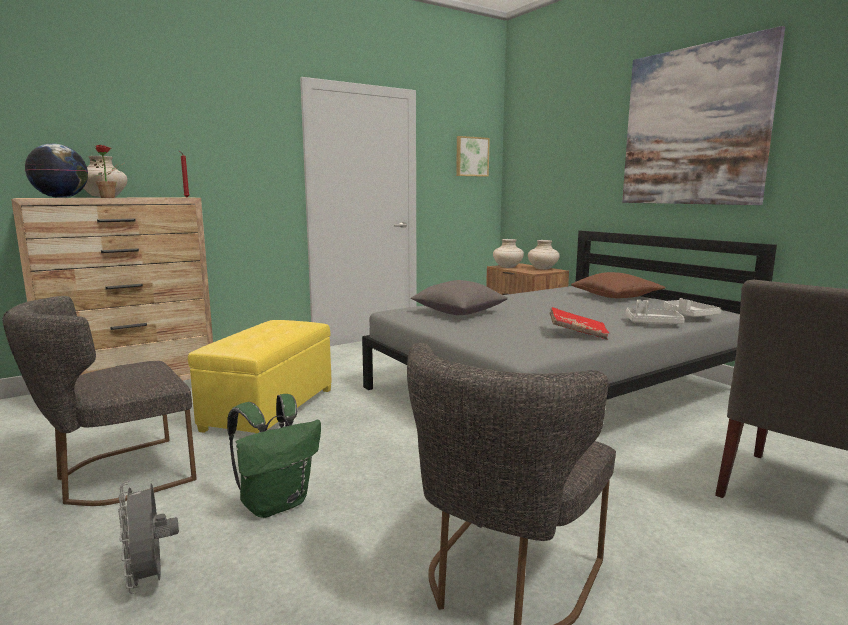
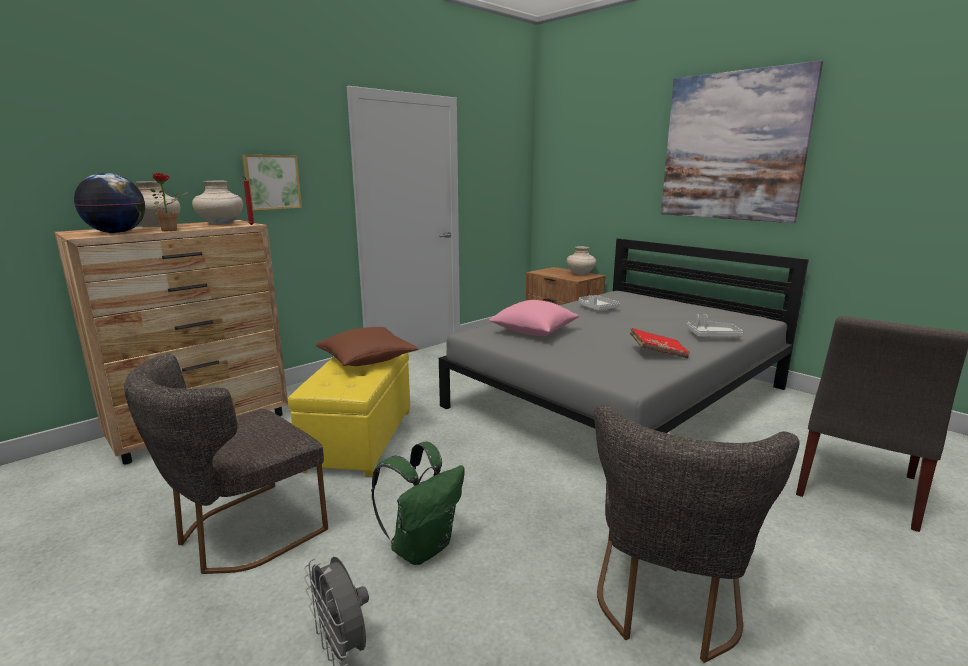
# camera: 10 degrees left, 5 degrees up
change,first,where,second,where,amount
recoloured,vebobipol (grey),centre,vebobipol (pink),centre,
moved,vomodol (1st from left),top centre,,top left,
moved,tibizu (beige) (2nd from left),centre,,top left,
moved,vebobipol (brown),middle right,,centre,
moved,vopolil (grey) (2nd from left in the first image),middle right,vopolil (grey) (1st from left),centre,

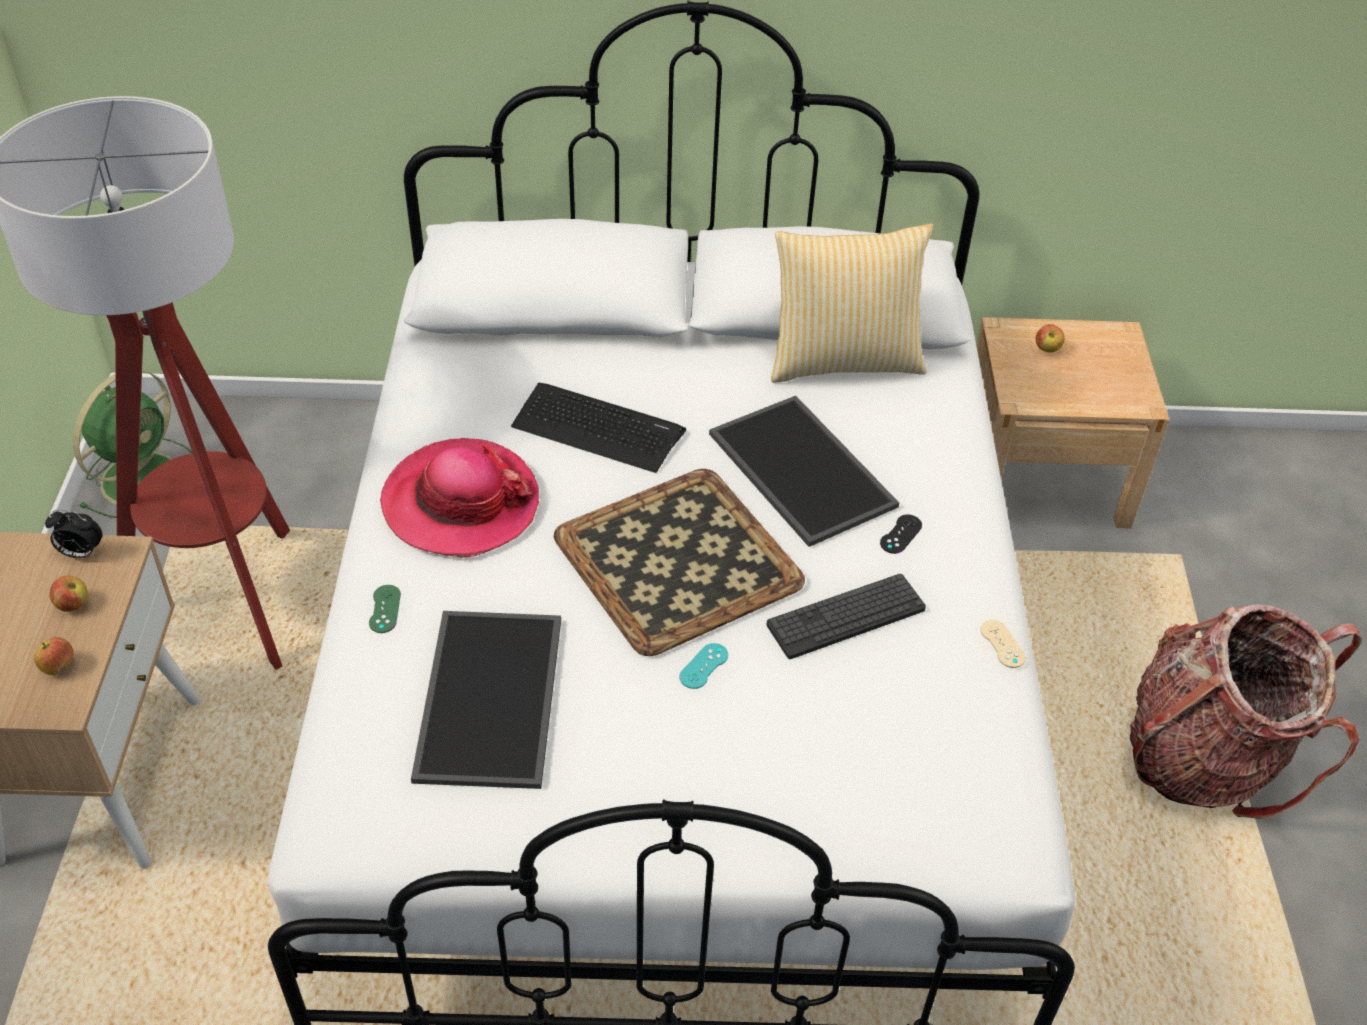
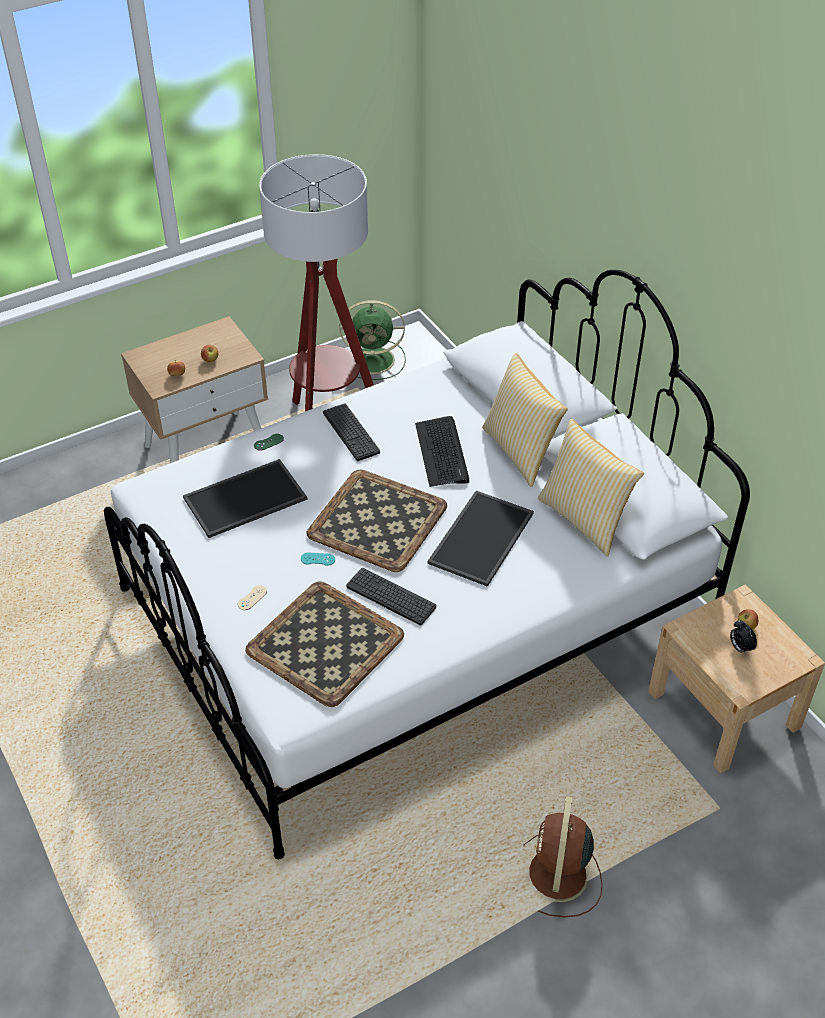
# camera: 60 degrees right, 0 degrees up
change,first,where,second,where,amount
moved,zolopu,middle left,,middle right,
replaced,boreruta,centre,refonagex (1st from left),centre,
removed,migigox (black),centre,,,
moved,migigox (beige),middle right,,middle left,
replaced,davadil,bottom right,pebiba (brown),bottom right,
added,,,vopolil (2nd from left),centre,
added,,,vebobipol (1st from left),centre,

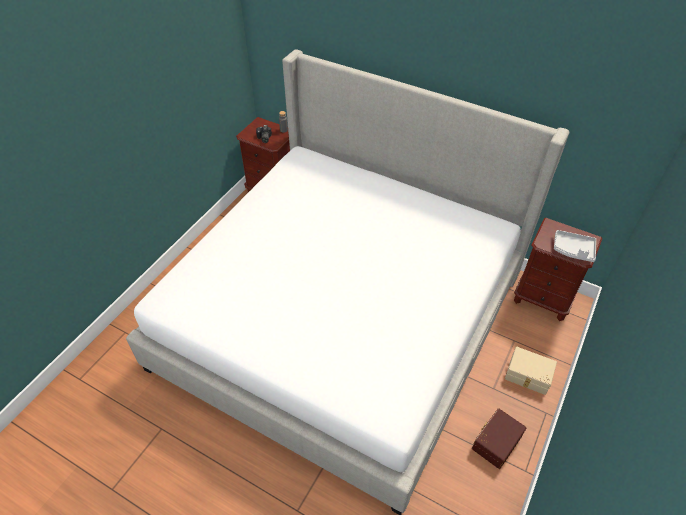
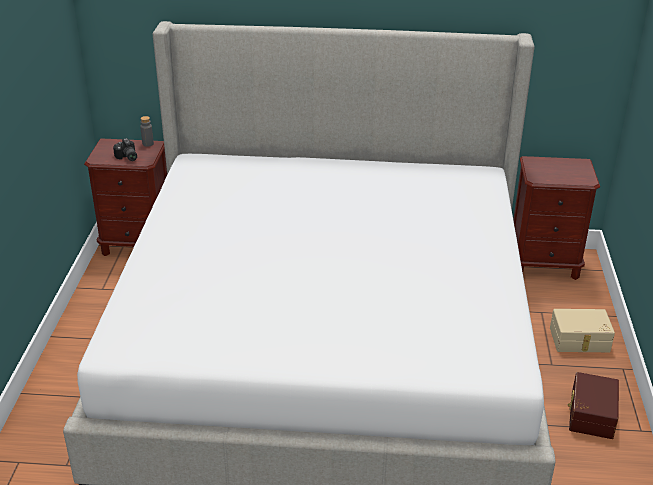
# camera: 25 degrees left, 15 degrees down
change,first,where,second,where,amount
removed,vopolil (grey),middle right,,,

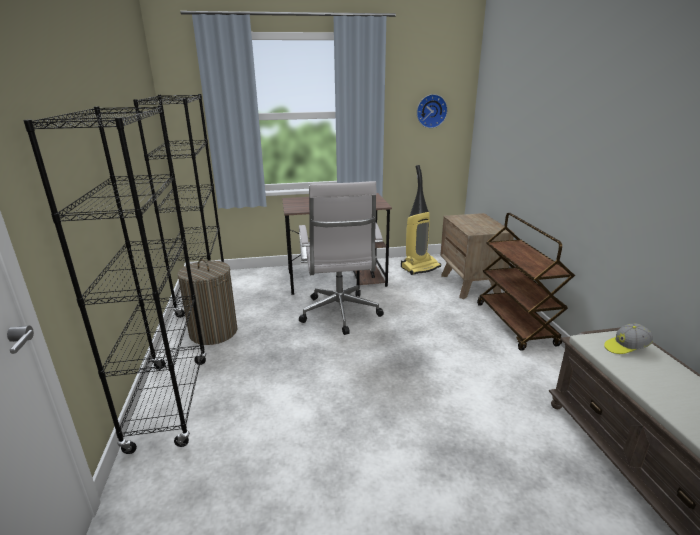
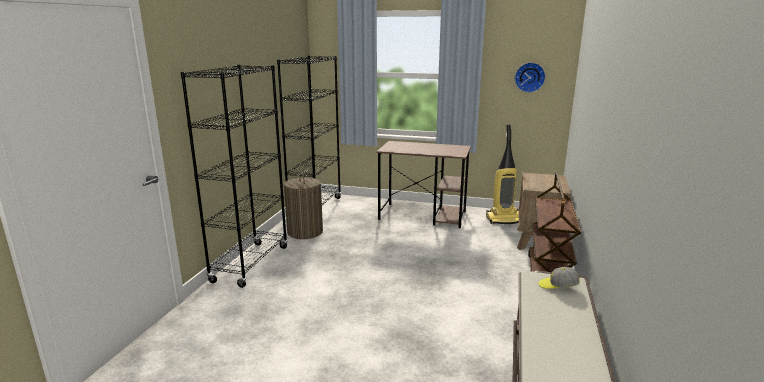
# camera: 25 degrees right, 5 degrees down
change,first,where,second,where,amount
removed,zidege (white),centre,,,

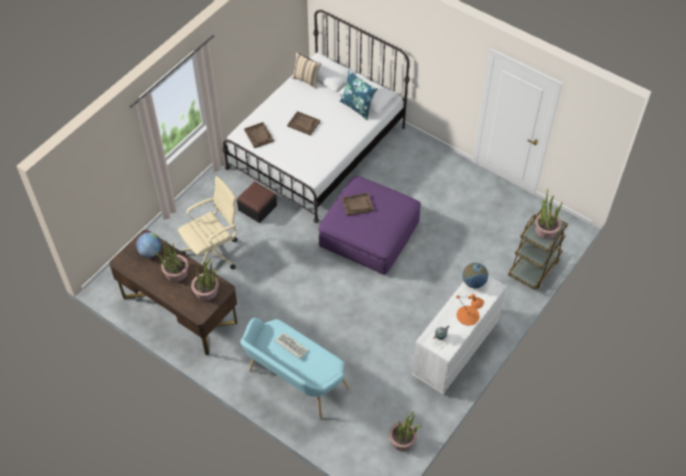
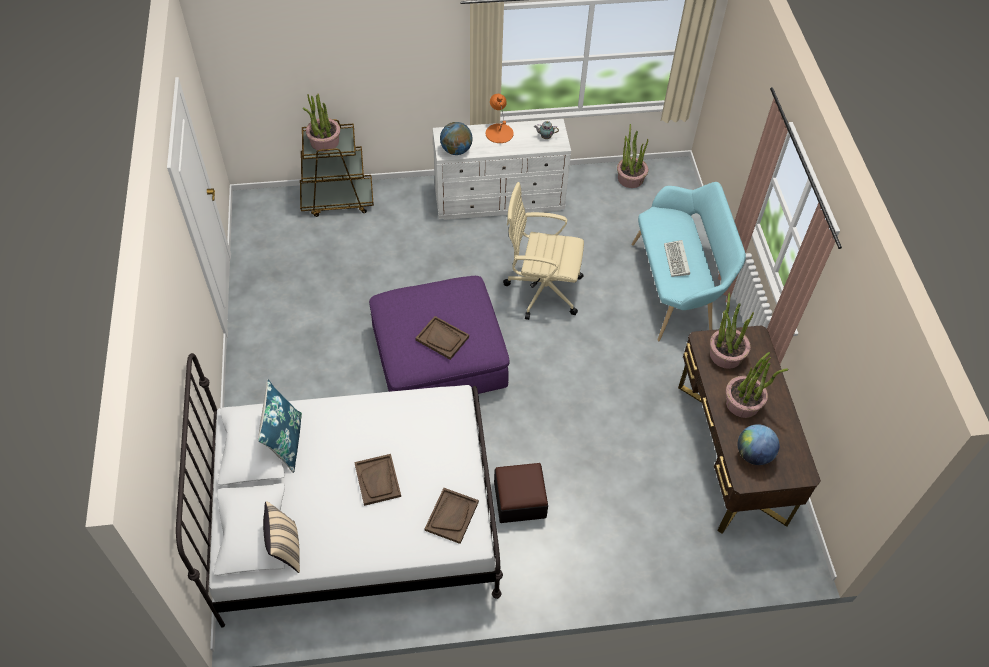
# camera: 135 degrees left, 0 degrees up
change,first,where,second,where,amount
moved,zidege (beige),middle left,,centre,

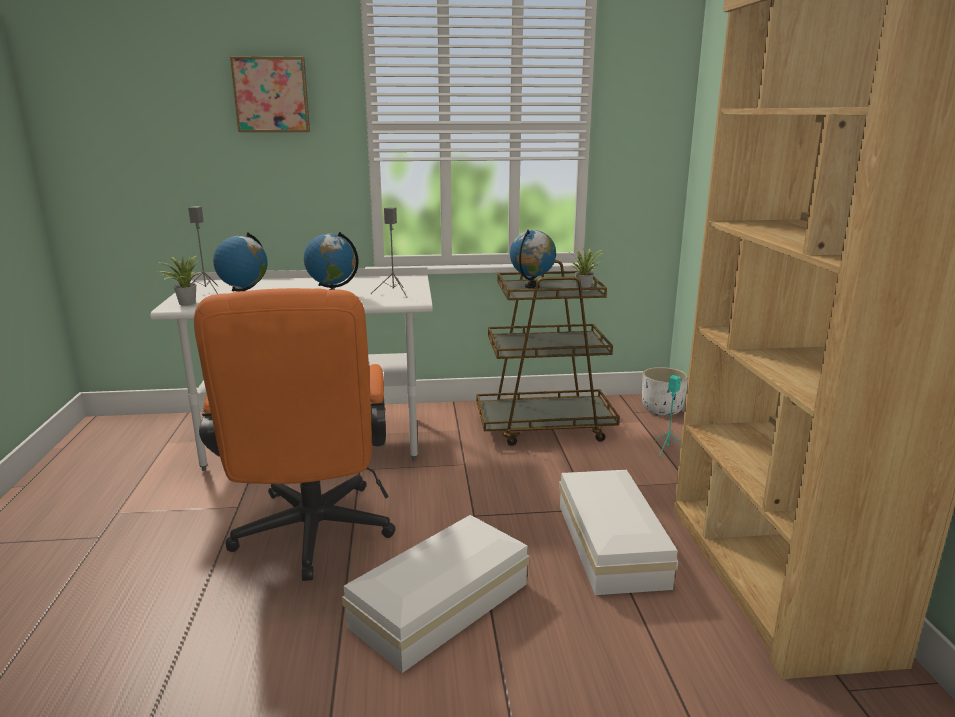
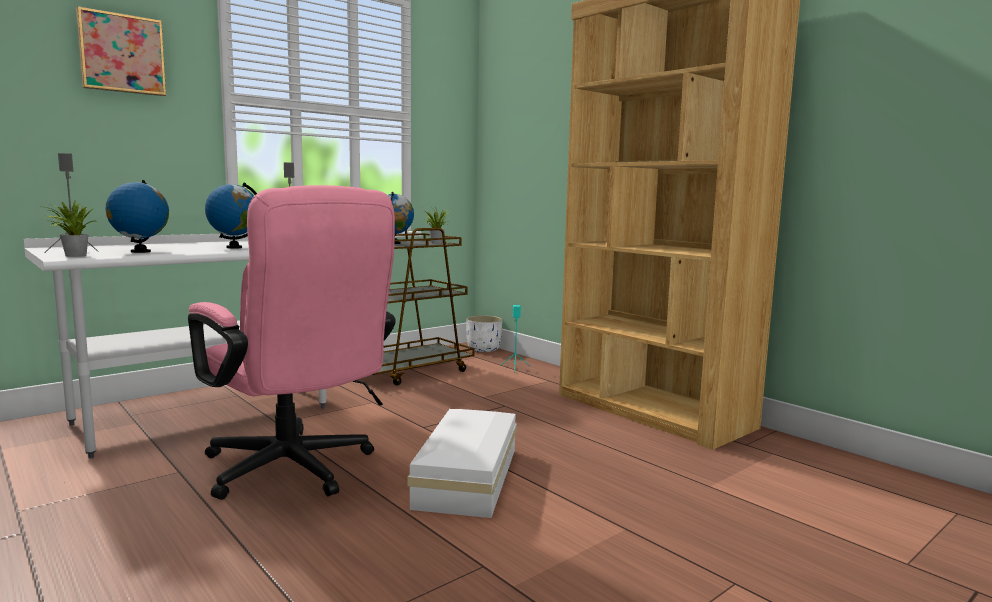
# camera: 35 degrees left, 10 degrees down
change,first,where,second,where,amount
recoloured,zidege (orange),middle left,zidege (pink),middle left,
removed,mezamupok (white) (2nd from left),bottom centre,,,

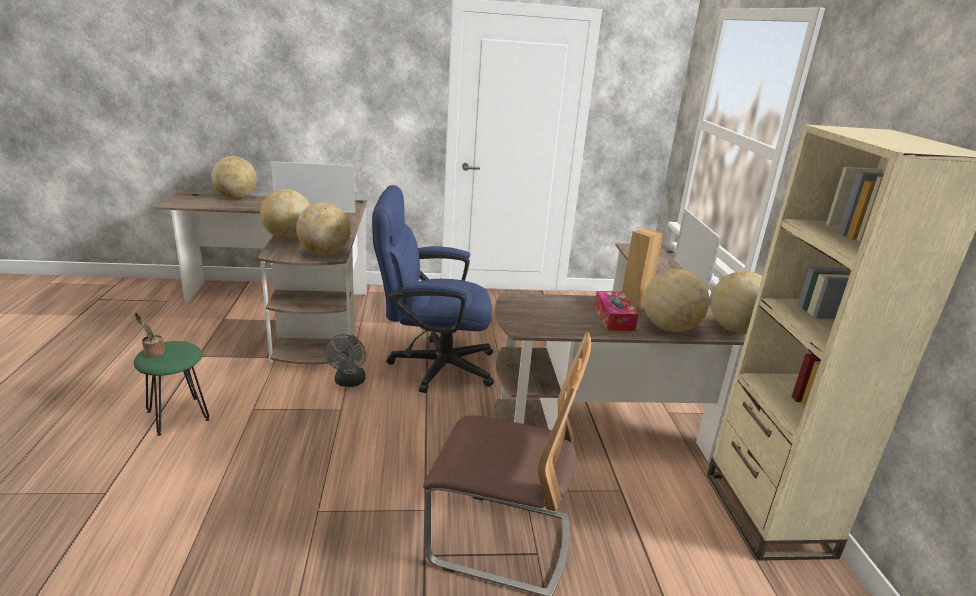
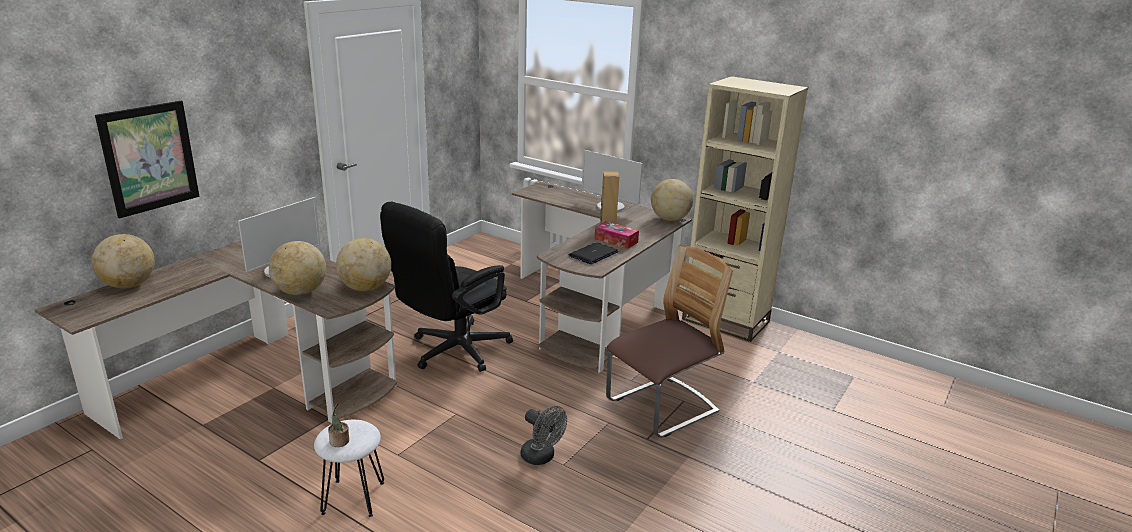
# camera: 50 degrees left, 0 degrees up
change,first,where,second,where,amount
recoloured,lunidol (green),middle left,lunidol (white),bottom left,
moved,pebiba (grey),centre,,bottom centre,
recoloured,zidege (blue),centre,zidege (black),centre,
removed,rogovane (4th from left),middle right,,,
added,,,vomodol,top left,
added,,,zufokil,centre,

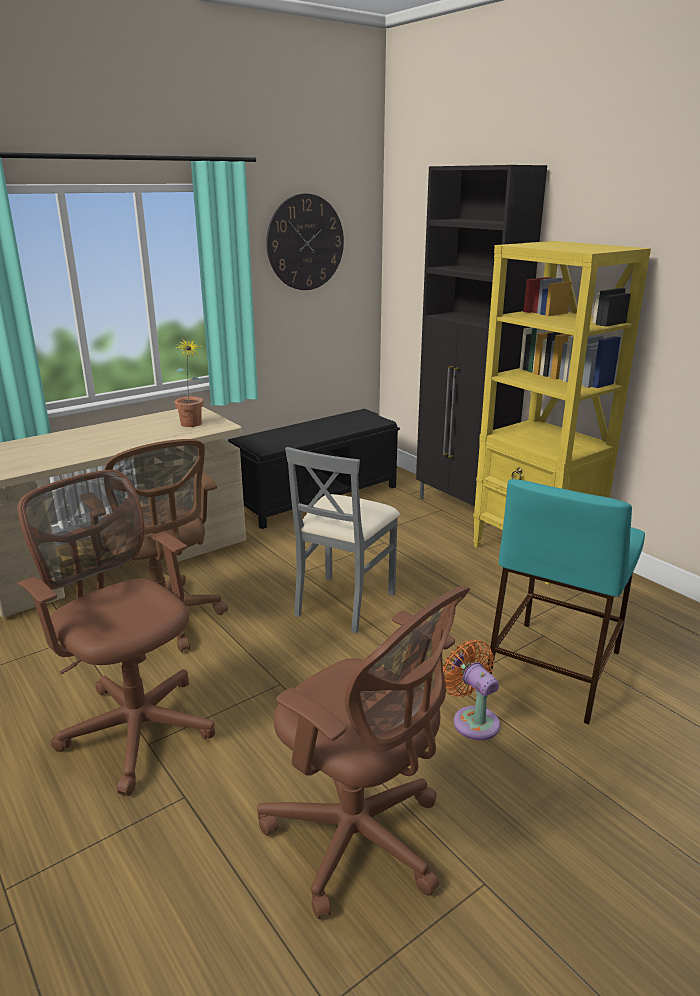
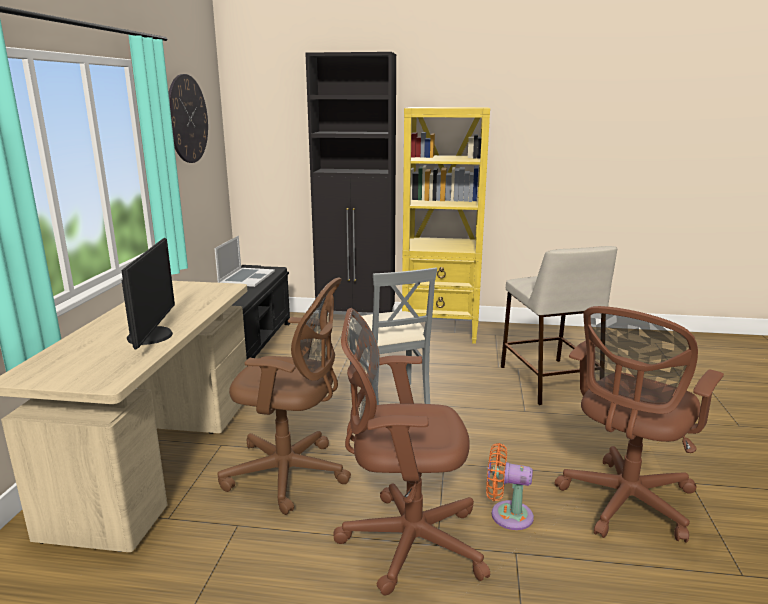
# camera: 45 degrees left, 5 degrees down
change,first,where,second,where,amount
removed,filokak,middle left,,,
turned,zidege (brown) (3rd from left),bottom centre,,bottom right,135 degrees clockwise
moved,pebiba (orange),bottom right,,bottom centre,
recoloured,lunidol (turquoise),middle right,lunidol (beige),middle right,
added,,,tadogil,middle left,
added,,,zufokil,middle left,

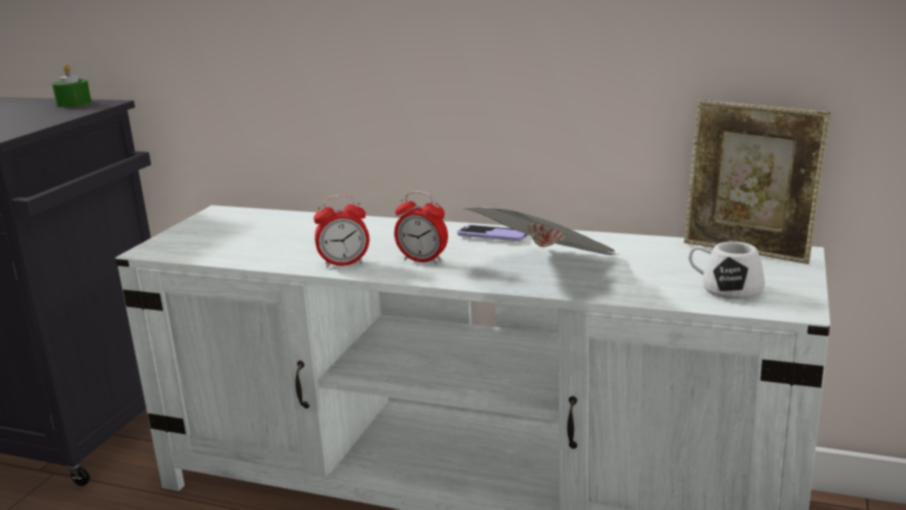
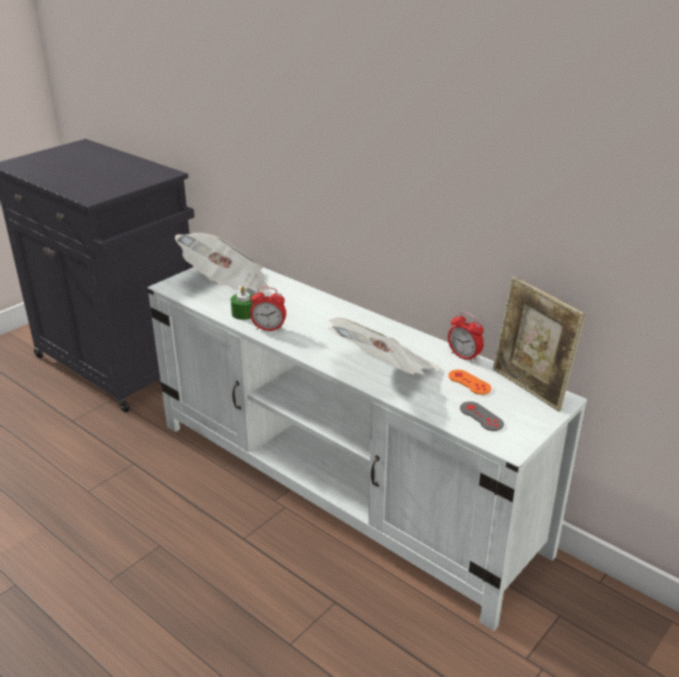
# camera: 20 degrees right, 10 degrees up
change,first,where,second,where,amount
moved,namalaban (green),top left,,centre,
moved,zolopu (2nd from left),centre,,middle right,
removed,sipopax,centre,,,
replaced,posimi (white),middle right,migigox (grey),middle right,
added,,,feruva (1st from left),middle left,
added,,,migigox (orange),middle right,

